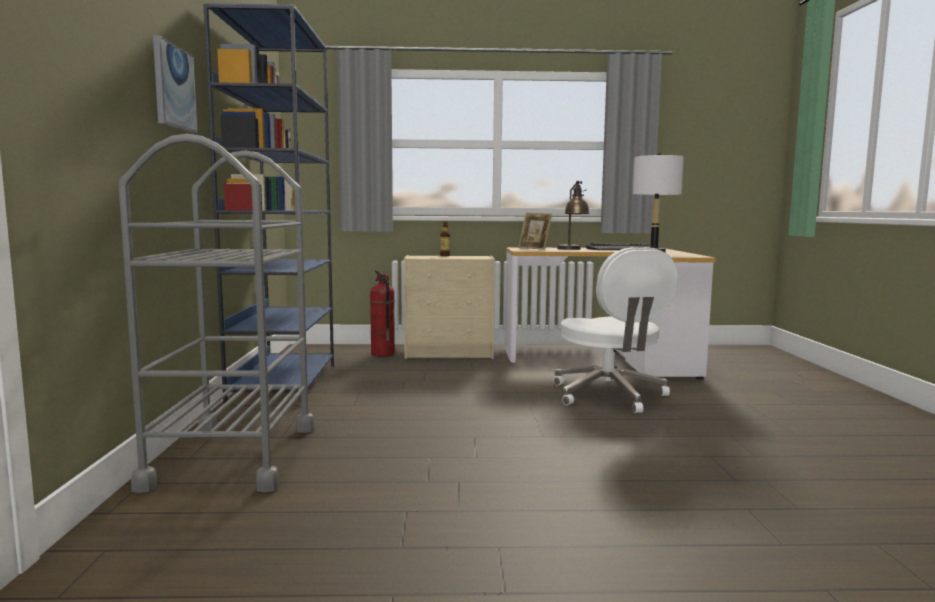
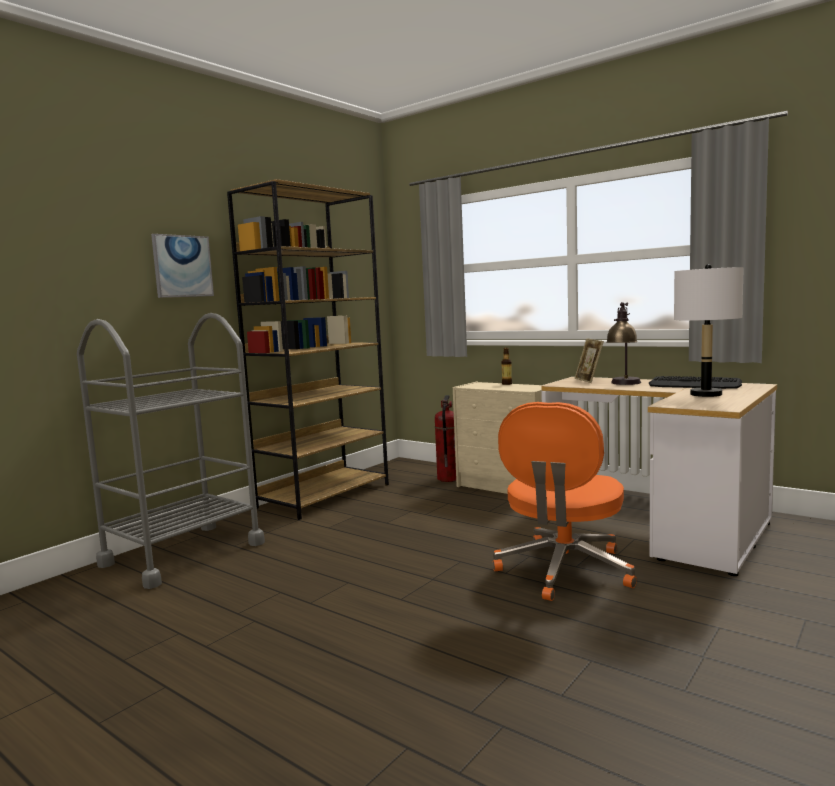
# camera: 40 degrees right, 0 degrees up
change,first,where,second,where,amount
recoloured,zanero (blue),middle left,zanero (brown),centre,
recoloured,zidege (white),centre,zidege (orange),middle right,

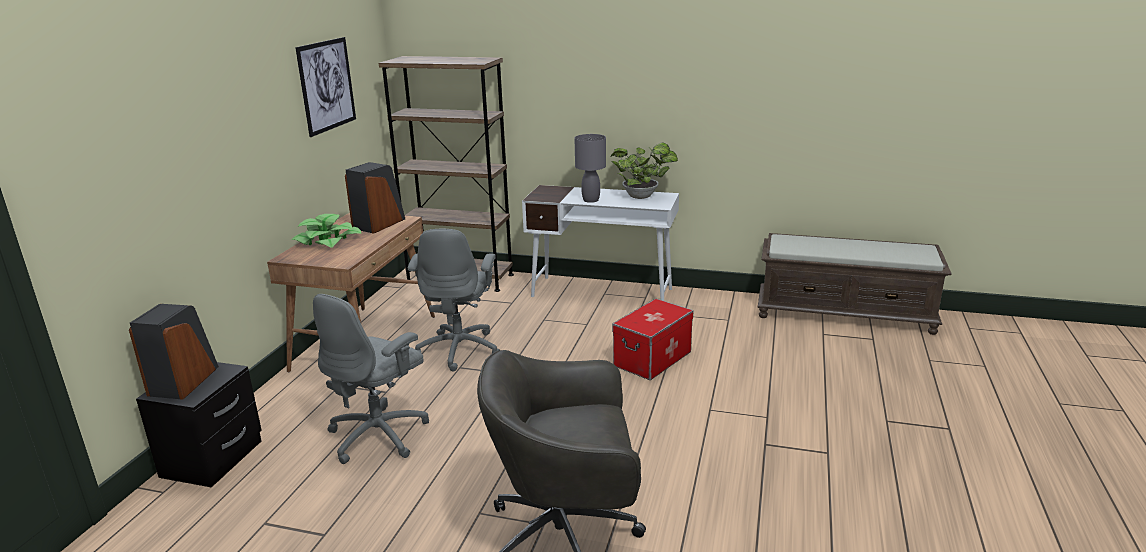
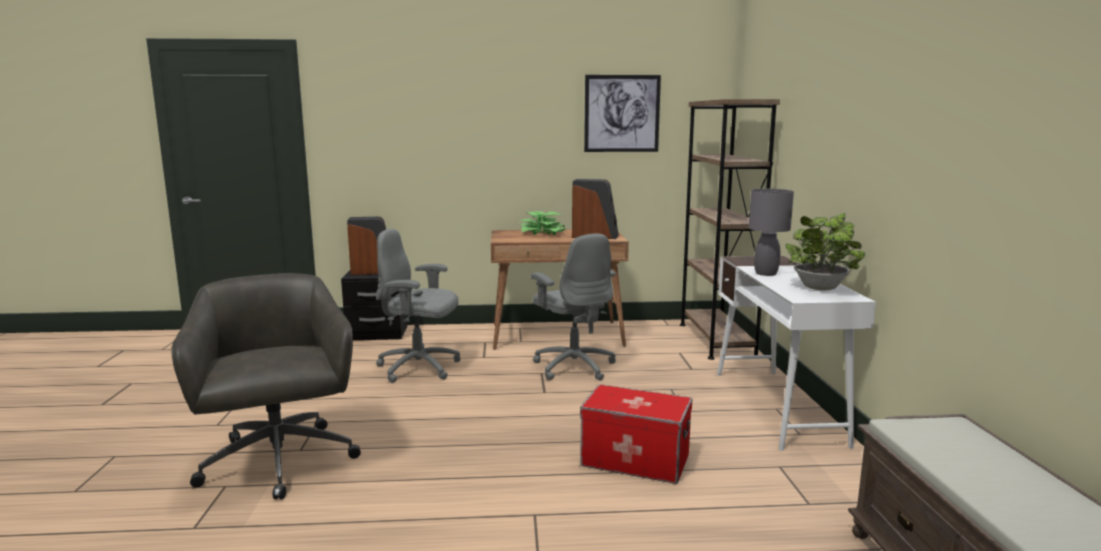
# camera: 70 degrees right, 10 degrees down
change,first,where,second,where,amount
turned,zidege (grey) (2nd from left in the first image),centre,zidege (grey) (3rd from left),centre,105 degrees counterclockwise

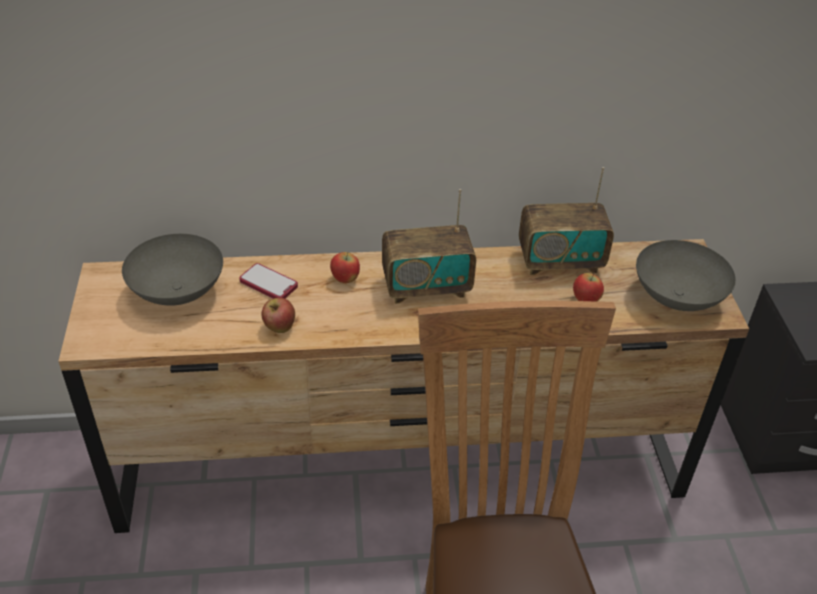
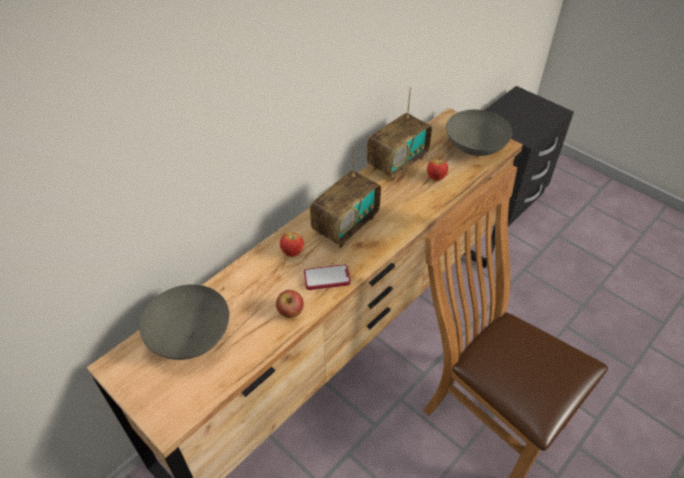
# camera: 40 degrees left, 5 degrees up
change,first,where,second,where,amount
moved,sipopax,middle left,,centre,

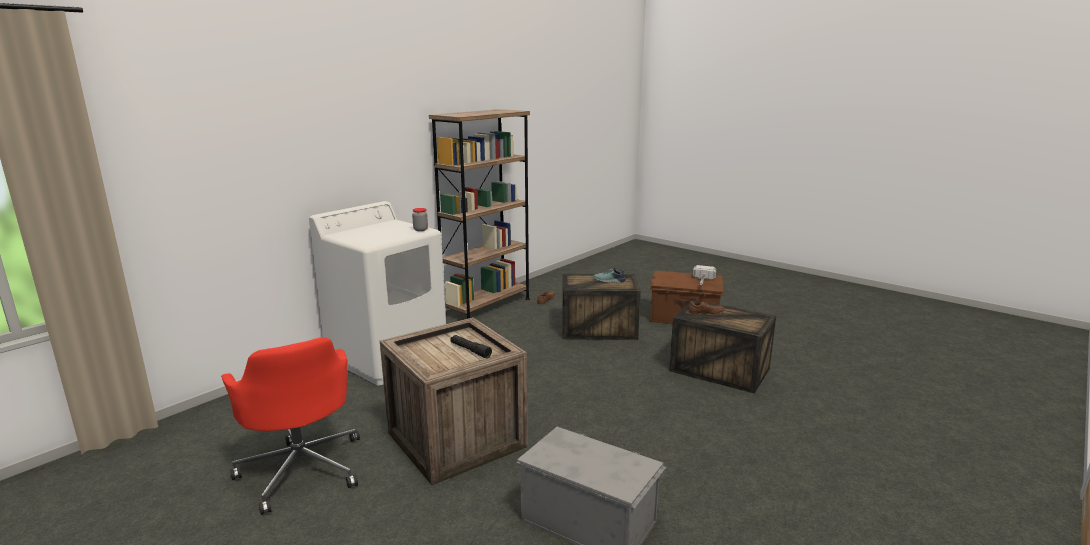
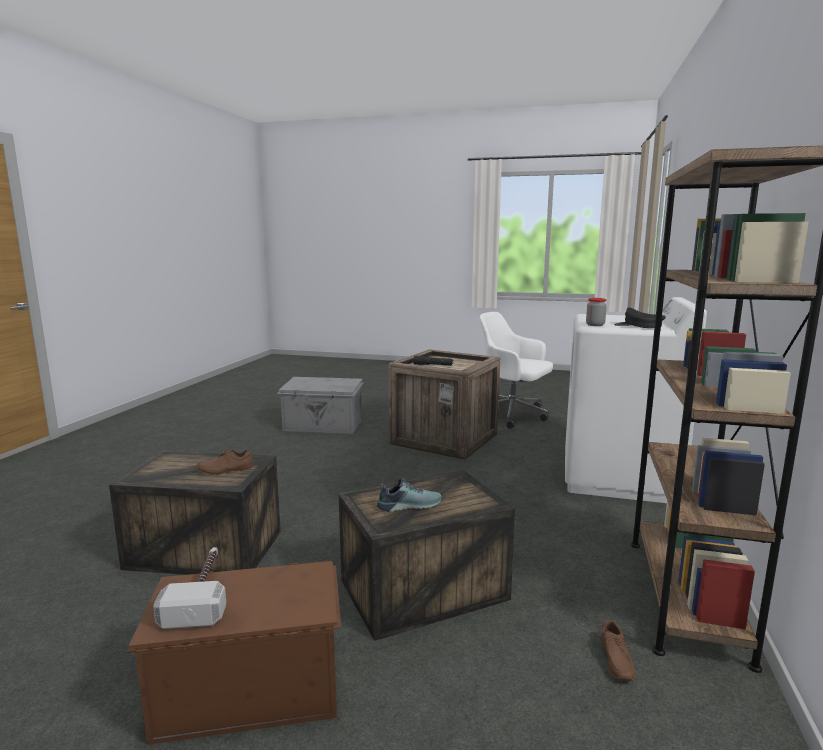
# camera: 155 degrees right, 5 degrees down
change,first,where,second,where,amount
recoloured,zidege (red),bottom left,zidege (white),centre,
added,,,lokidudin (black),middle right,

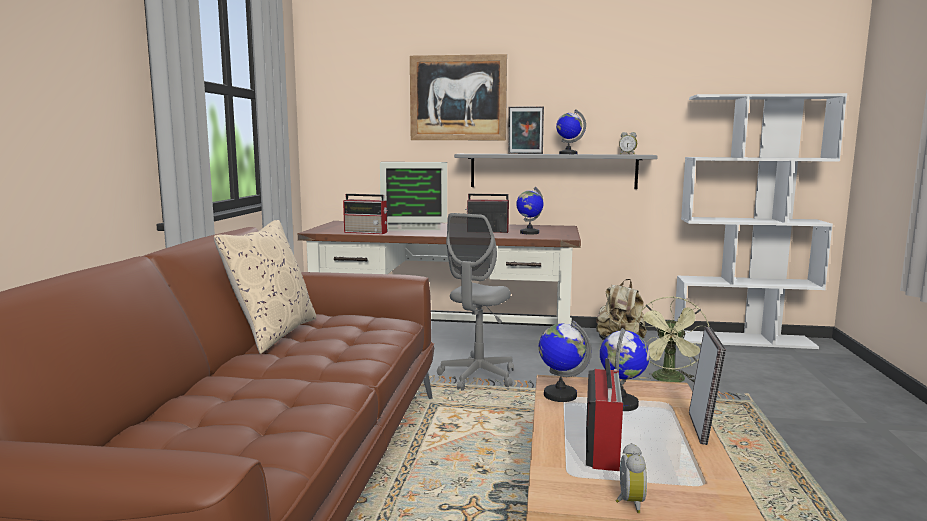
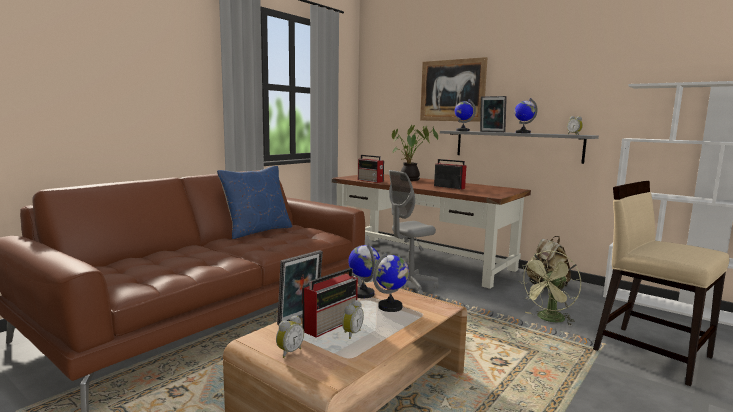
# camera: 30 degrees right, 0 degrees up
change,first,where,second,where,amount
recoloured,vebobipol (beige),middle left,vebobipol (blue),centre,
replaced,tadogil,centre,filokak,centre,
moved,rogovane (1st from left in the first image),centre,rogovane (3rd from left),top centre,
moved,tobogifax (2nd from left in the first image),bottom right,tobogifax (1st from left),bottom centre,
added,,,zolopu (2nd from left),bottom centre,
added,,,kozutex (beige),bottom right,

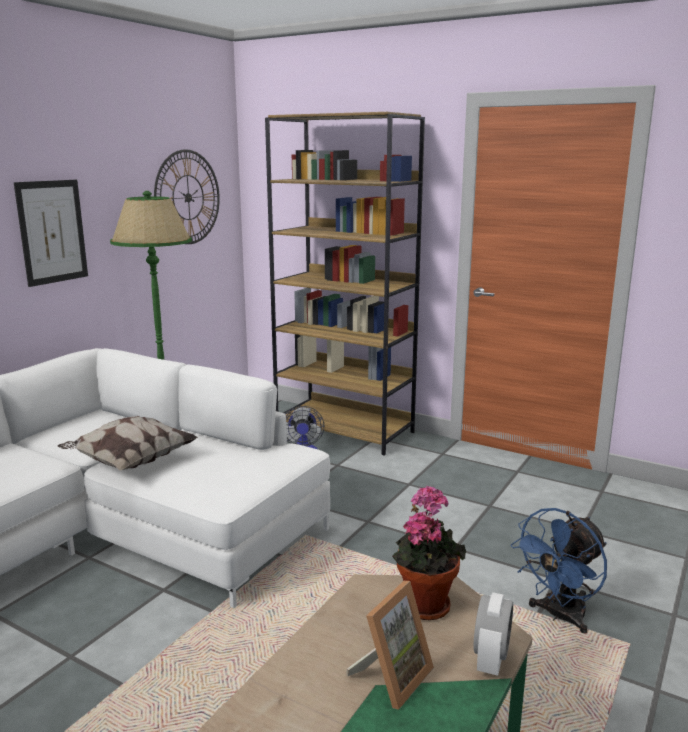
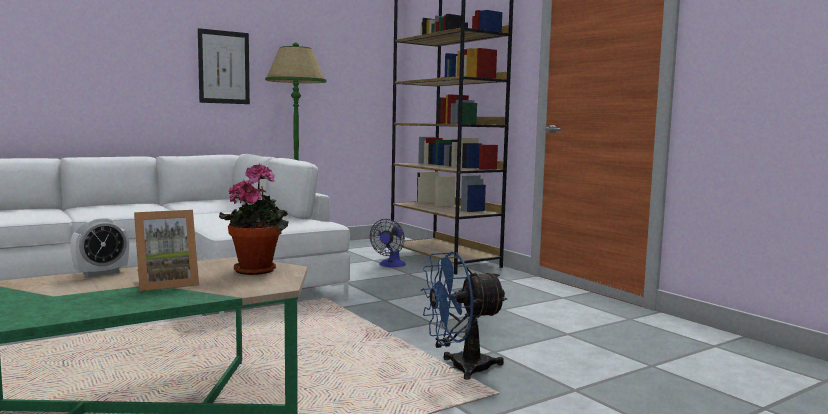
# camera: 25 degrees right, 10 degrees down
change,first,where,second,where,amount
removed,vebobipol,middle left,,,
removed,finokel,top left,,,
moved,zolopu,bottom right,,middle left,

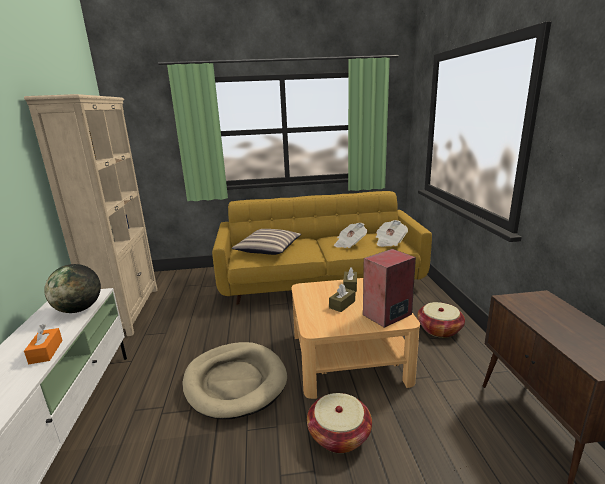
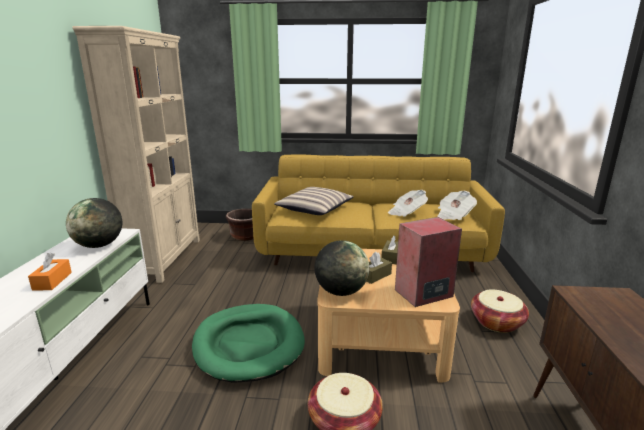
# camera: 10 degrees right, 0 degrees up
change,first,where,second,where,amount
recoloured,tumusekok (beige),bottom centre,tumusekok (green),bottom centre,
added,,,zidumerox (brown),centre,
added,,,rogovane (2nd from left),centre,

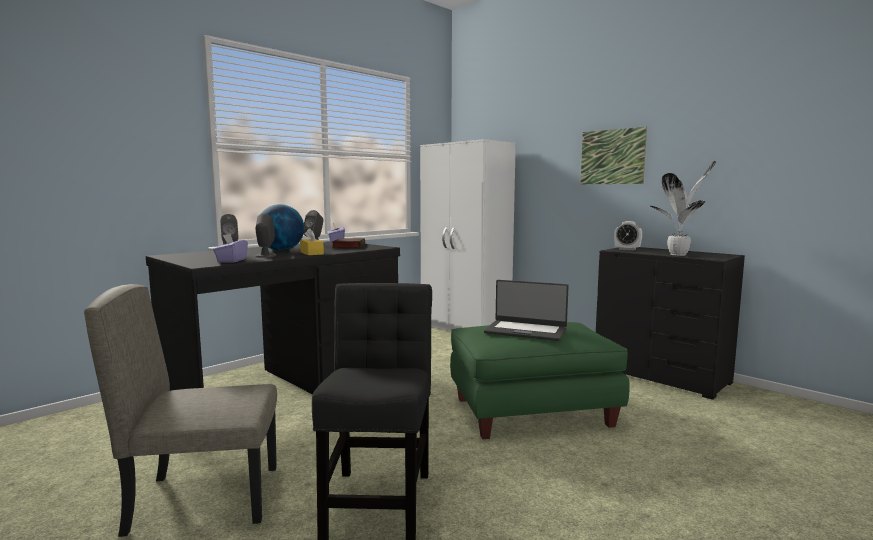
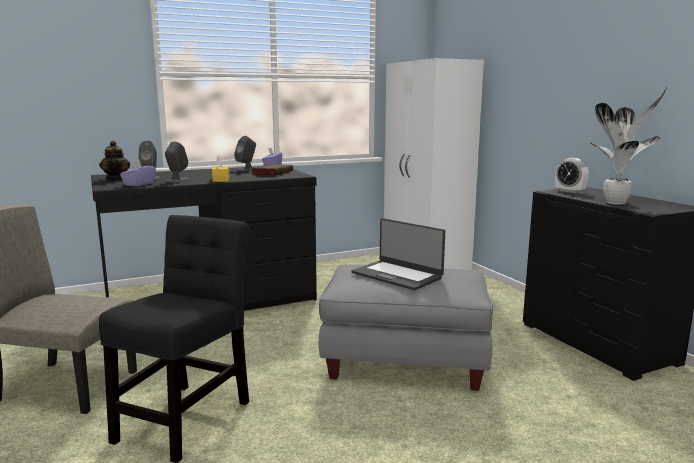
# camera: 20 degrees right, 5 degrees up
change,first,where,second,where,amount
removed,rogovane,middle left,,,
recoloured,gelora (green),bottom centre,gelora (grey),bottom centre,
removed,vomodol,top right,,,
added,,,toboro,middle left,

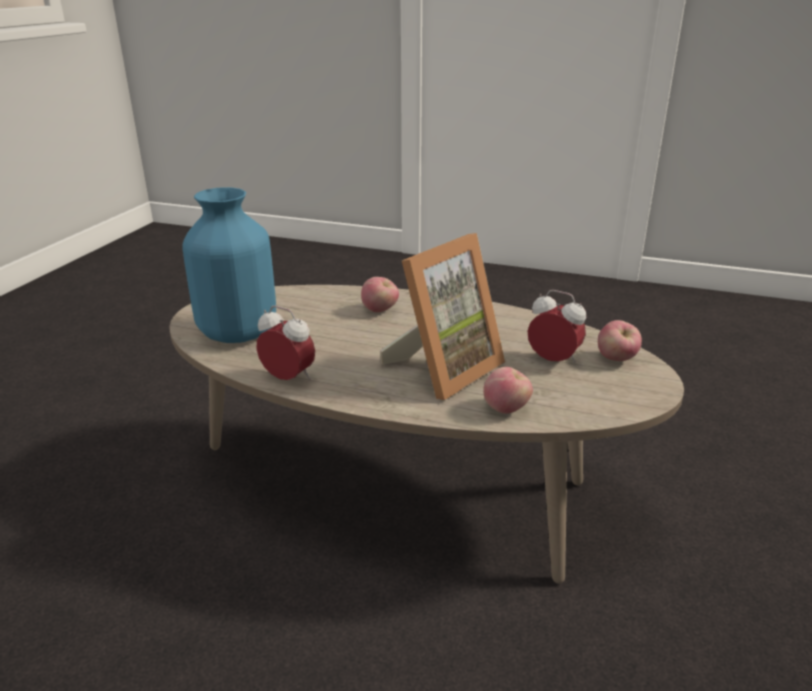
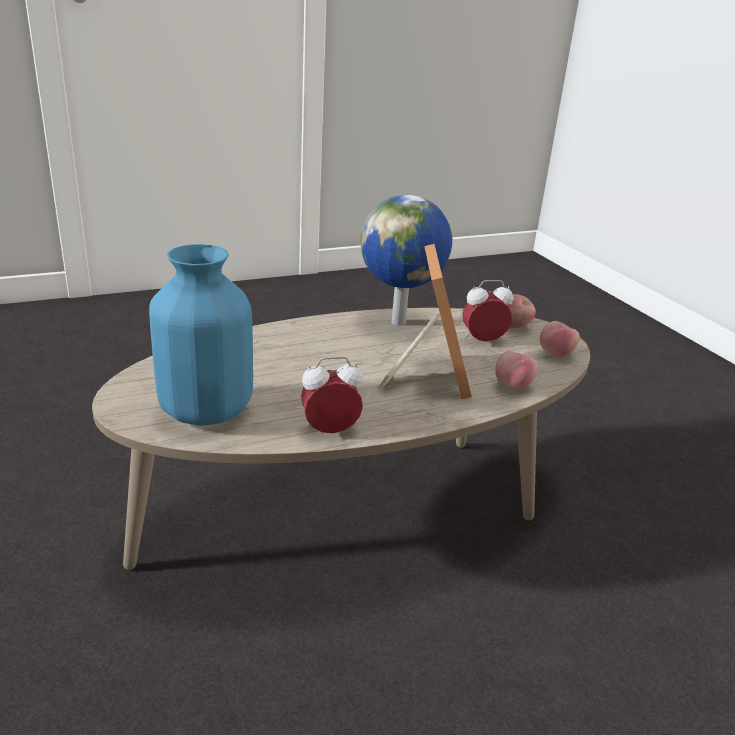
# camera: 45 degrees left, 0 degrees up
change,first,where,second,where,amount
moved,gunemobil (1st from left in the first image),centre,gunemobil (3rd from left),middle right,
added,,,rogovane,centre,

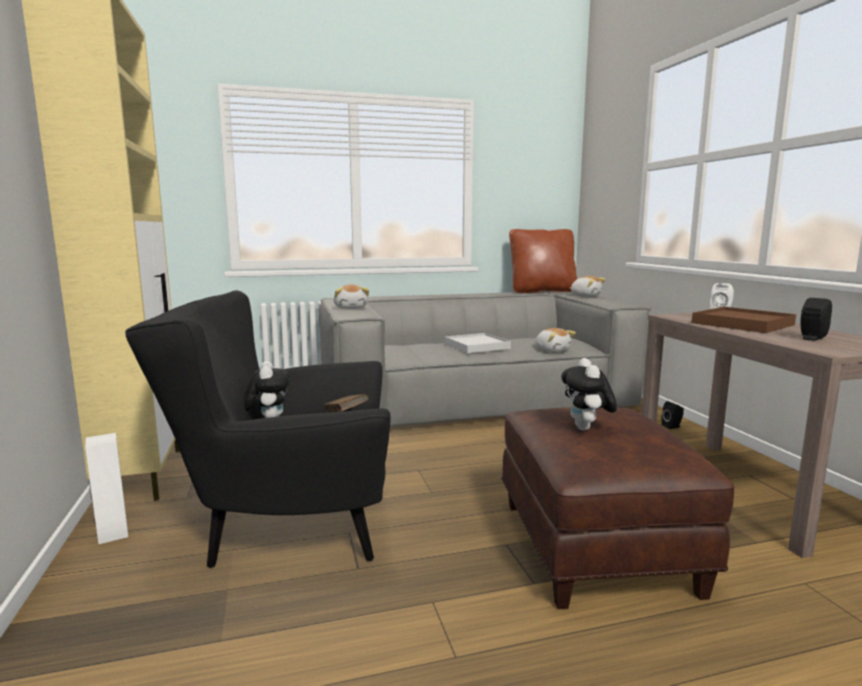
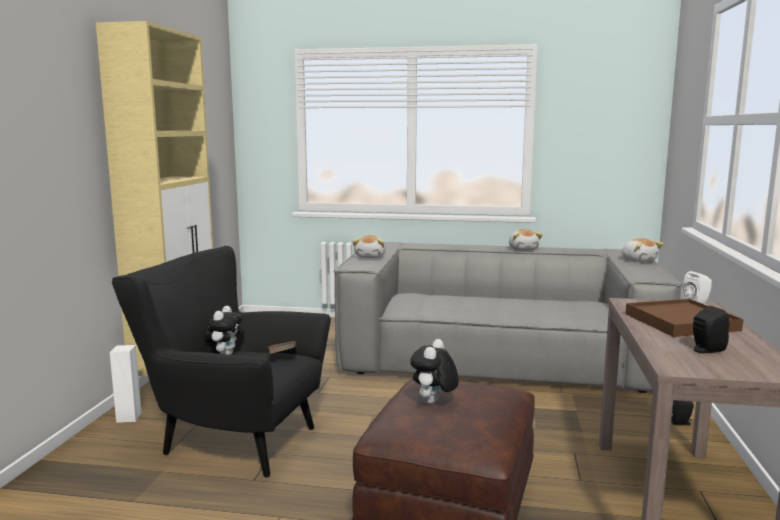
# camera: 25 degrees right, 0 degrees up
change,first,where,second,where,amount
removed,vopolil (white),centre,,,
removed,vebobipol (brown),centre,,,
moved,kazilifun (3rd from left in the first image),centre,kazilifun (4th from left),middle right,

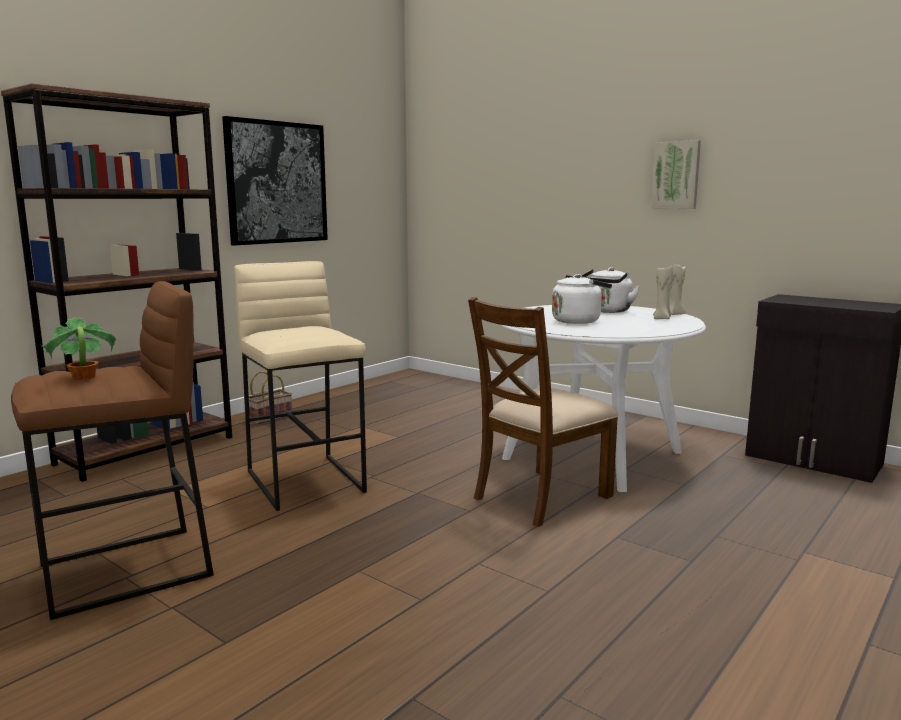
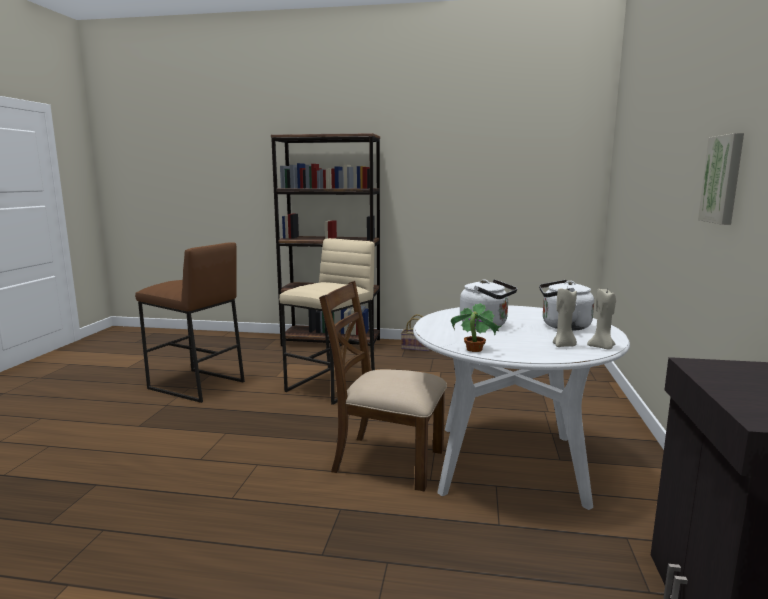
# camera: 60 degrees right, 0 degrees up
change,first,where,second,where,amount
moved,filokak,middle left,,centre,
removed,vomodol (1st from left),top left,,,

